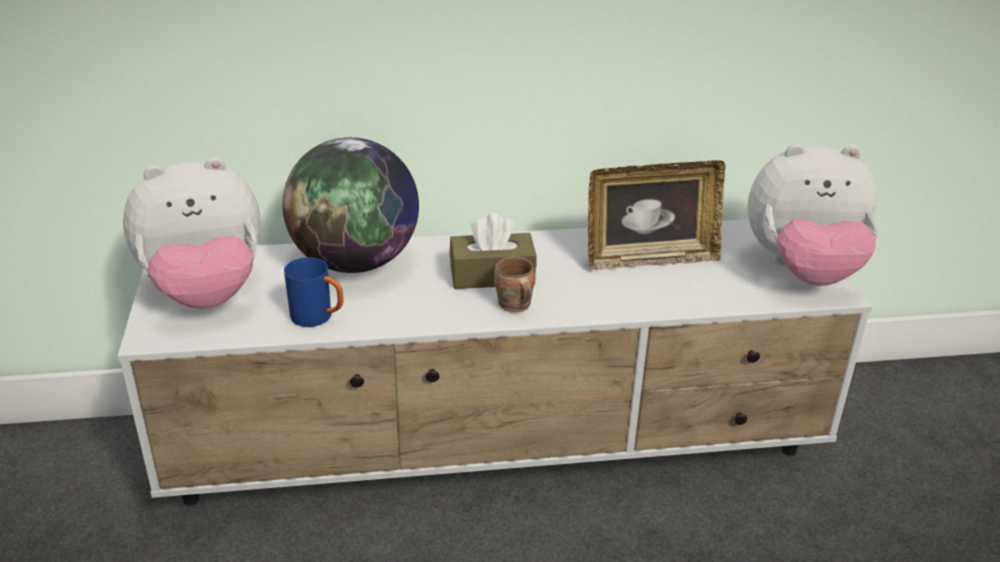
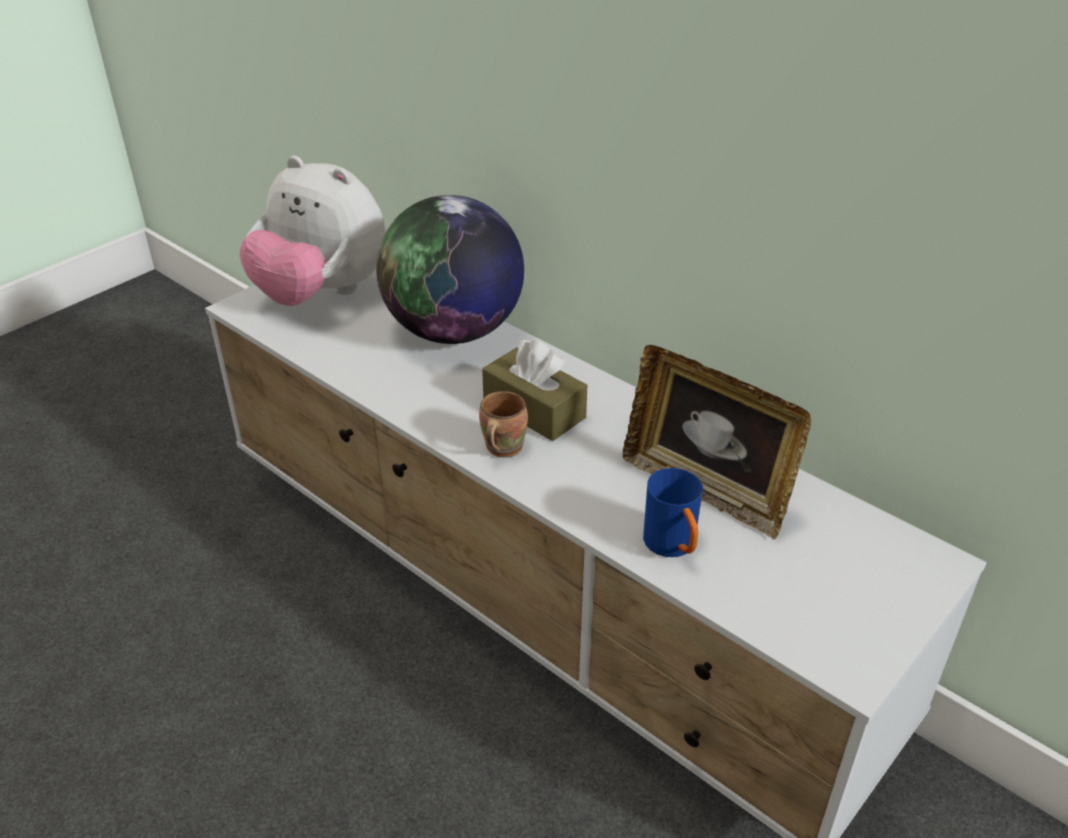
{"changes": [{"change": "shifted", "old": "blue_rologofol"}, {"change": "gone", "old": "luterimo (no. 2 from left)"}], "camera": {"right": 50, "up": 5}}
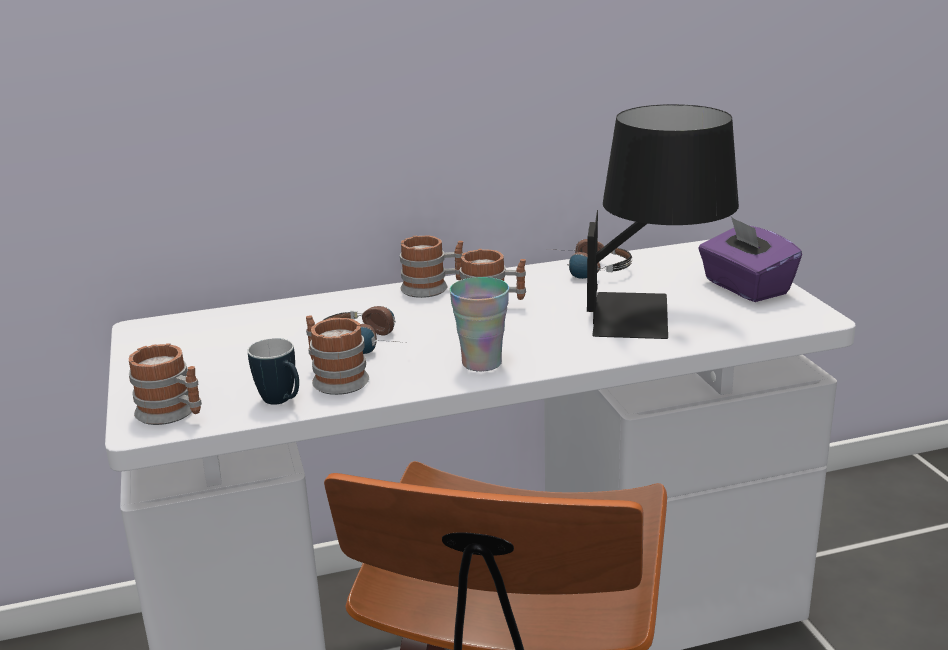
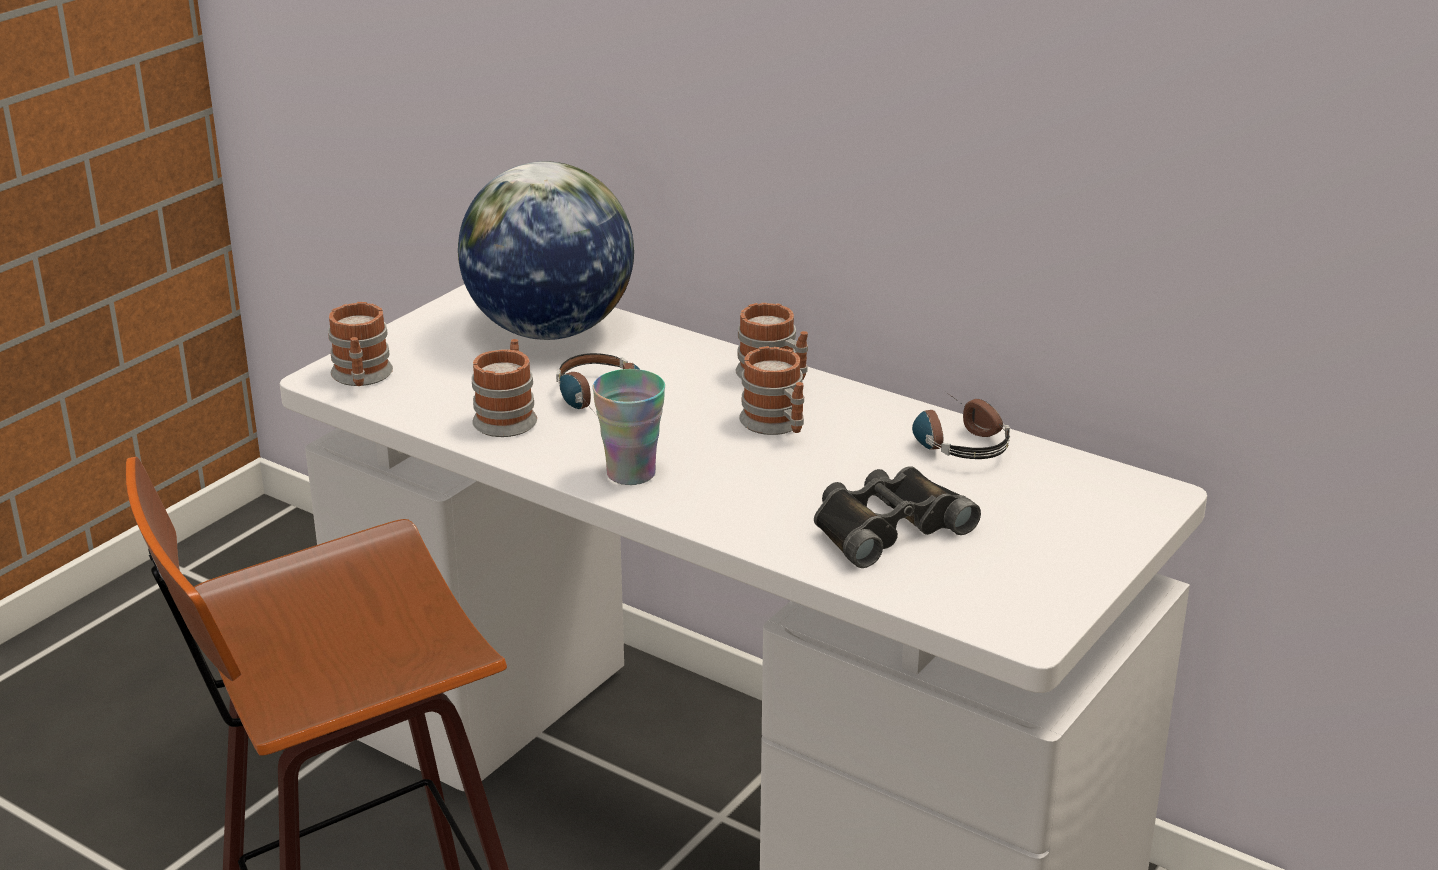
{"changes": [{"change": "new", "new": "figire"}, {"change": "swapped", "old": "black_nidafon", "new": "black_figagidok"}, {"change": "gone", "old": "rologofol (no. 2 from left)"}, {"change": "gone", "old": "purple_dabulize"}], "camera": {"right": 50, "up": 5}}
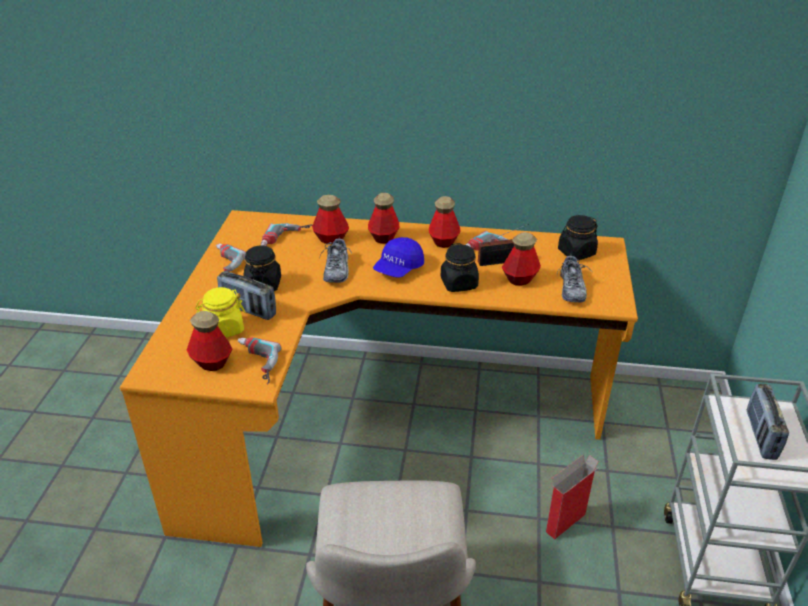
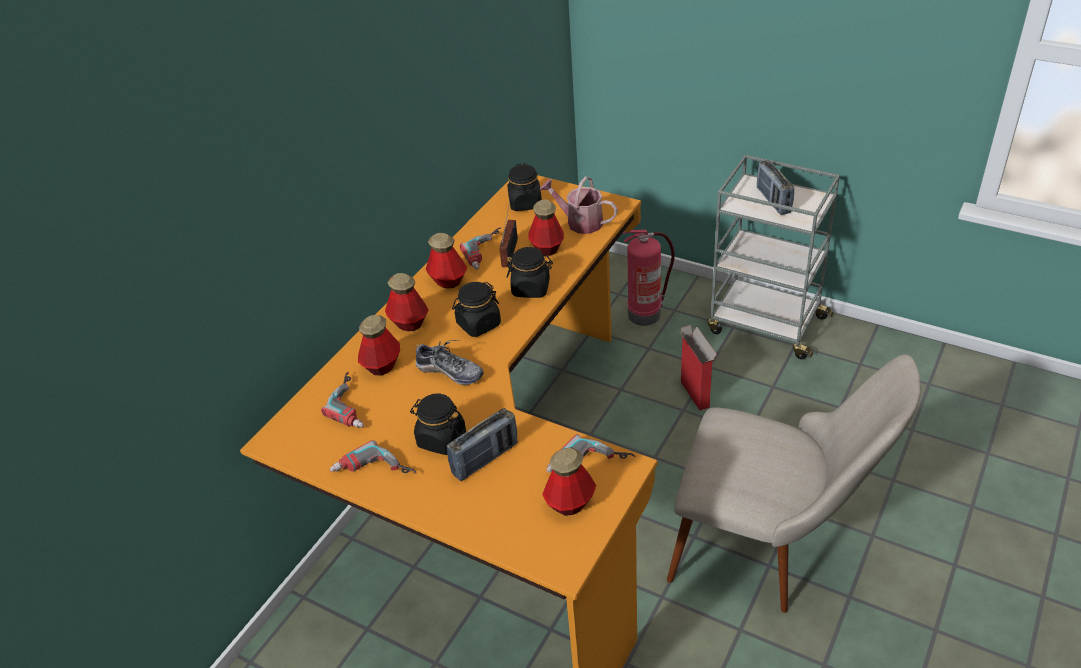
{"changes": [{"change": "swapped", "old": "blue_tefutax", "new": "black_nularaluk (no. 2 from left)"}, {"change": "swapped", "old": "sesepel (no. 2 from left)", "new": "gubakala"}, {"change": "new", "new": "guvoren"}, {"change": "rotated", "old": "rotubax (no. 3 from left)", "degrees": 45}, {"change": "gone", "old": "yellow_nularaluk"}], "camera": {"right": -65, "up": 5}}
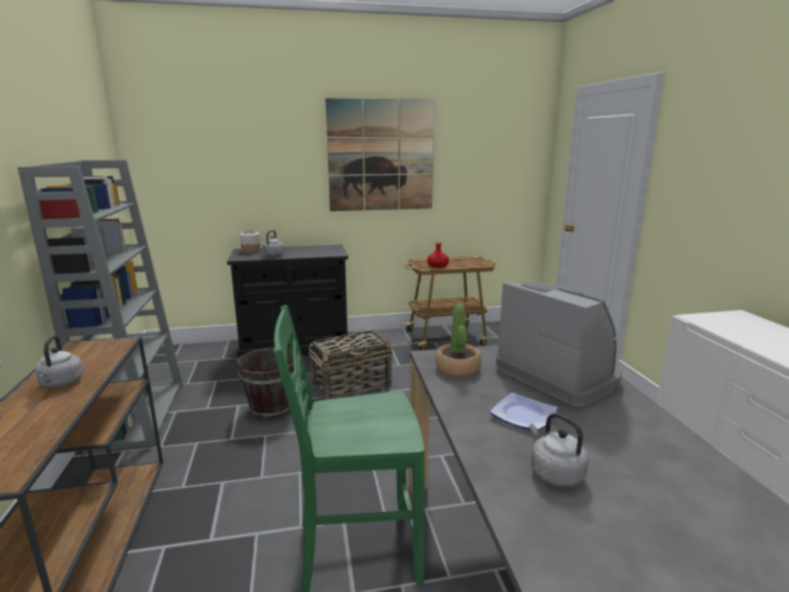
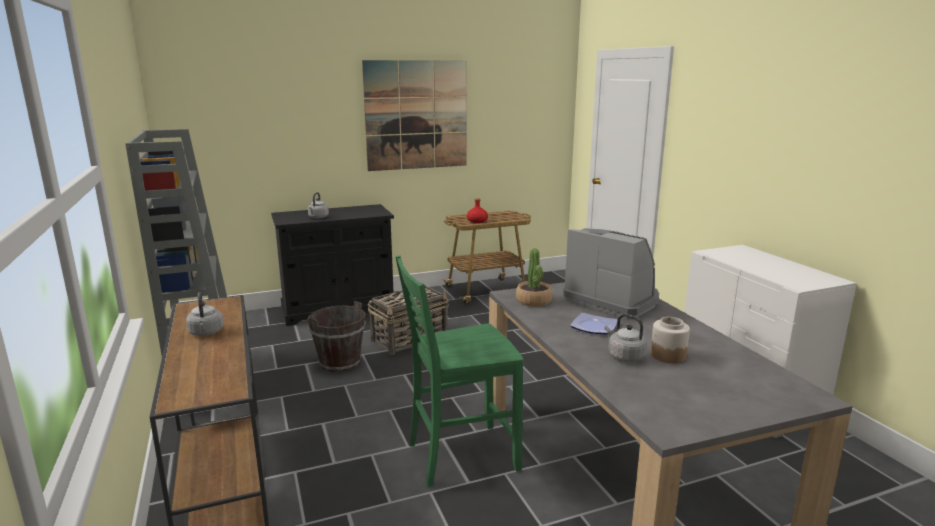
{"changes": [{"change": "shifted", "old": "nularaluk"}], "camera": {"right": -10, "up": 0}}
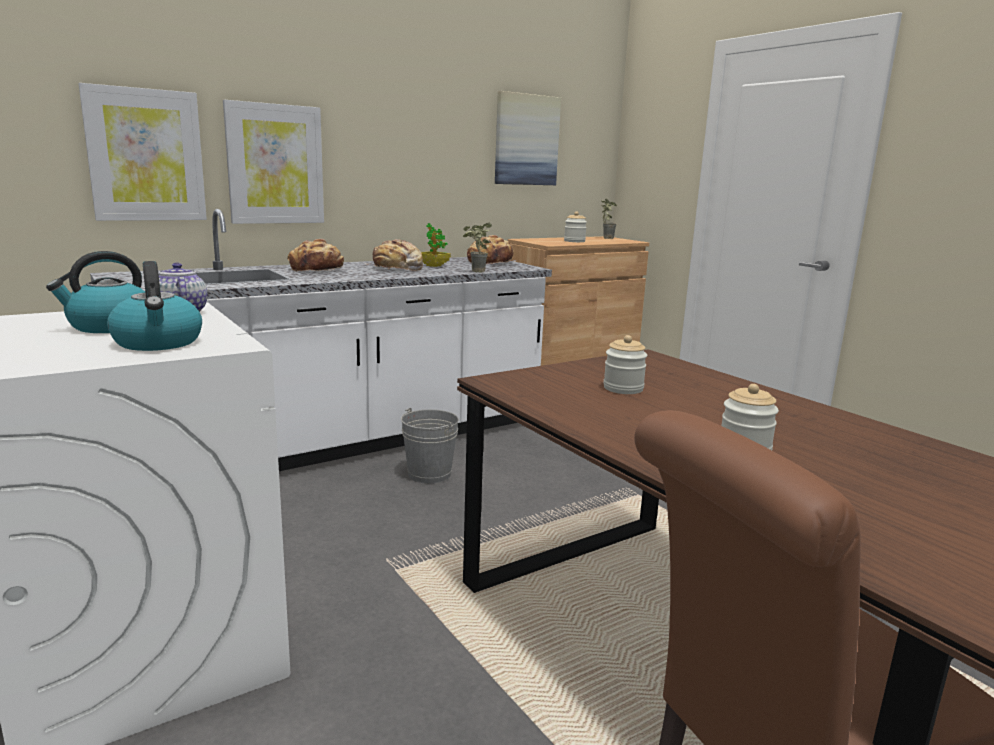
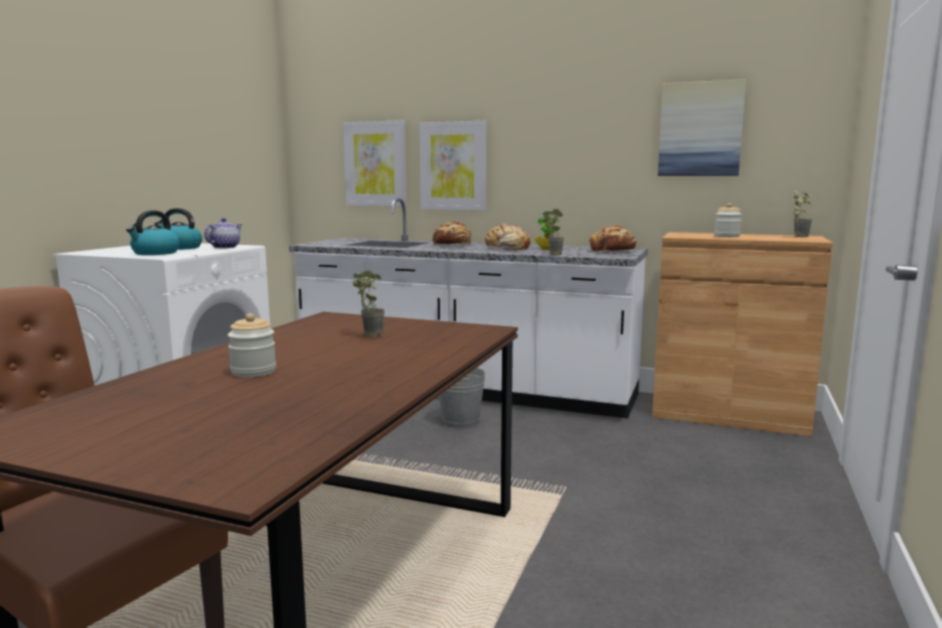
{"changes": [{"change": "swapped", "old": "nularaluk (no. 2 from left)", "new": "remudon (no. 1 from left)"}], "camera": {"right": 55, "up": -5}}
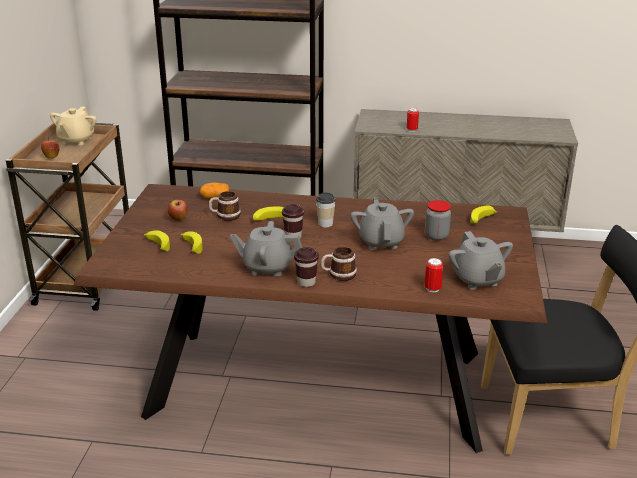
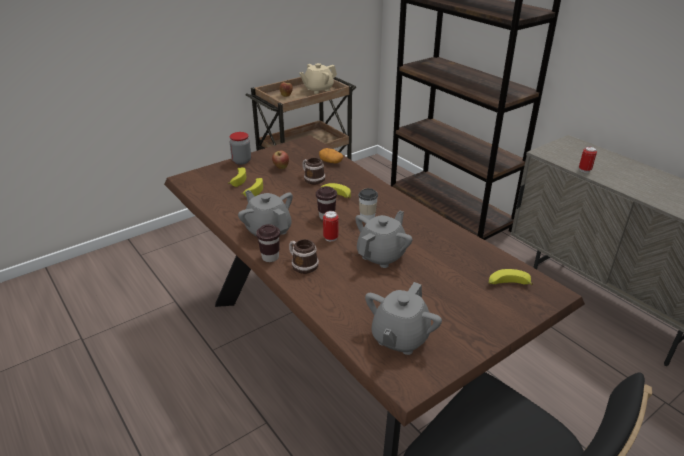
{"changes": [{"change": "shifted", "old": "nularaluk"}, {"change": "shifted", "old": "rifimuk (no. 2 from left in the first image)", "new": "rifimuk (no. 1 from left)"}], "camera": {"right": 45, "up": 5}}
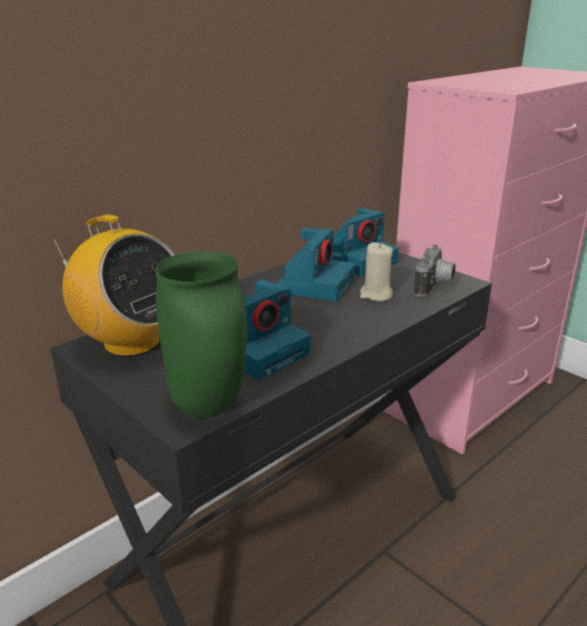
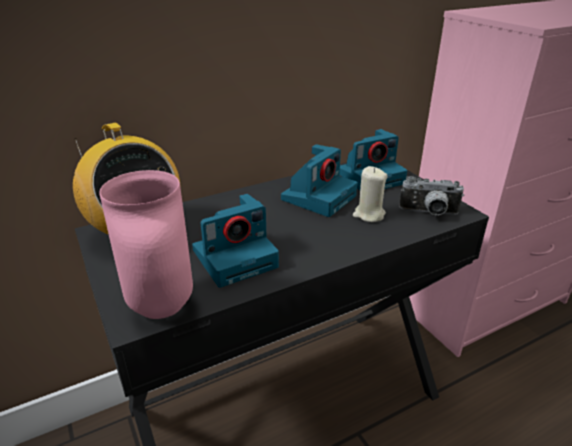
{"changes": [{"change": "repainted", "old": "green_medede", "new": "pink_medede"}, {"change": "rotated", "old": "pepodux (no. 4 from left)", "degrees": 60}], "camera": {"right": 15, "up": 5}}
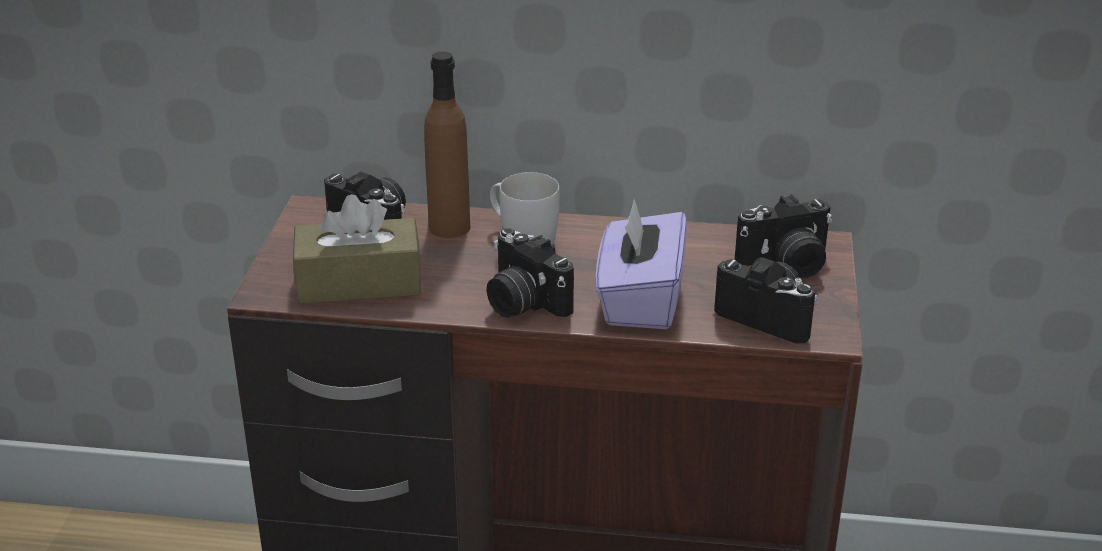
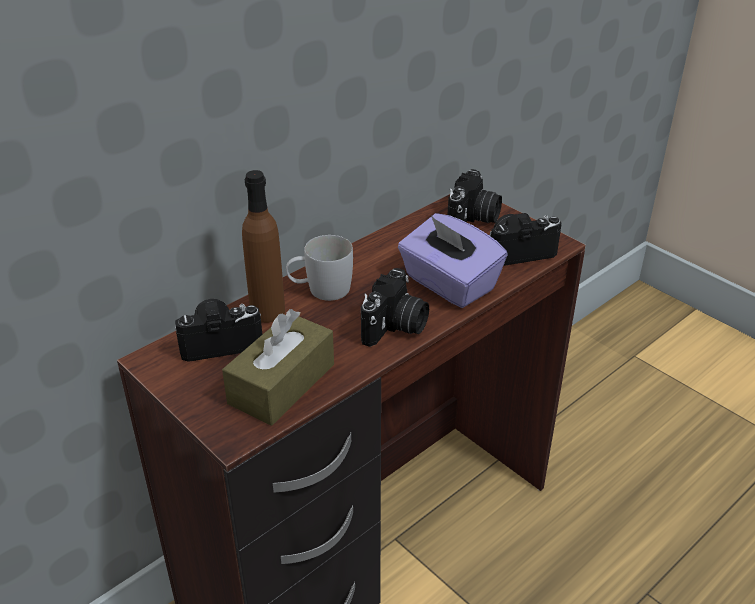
{"changes": [{"change": "rotated", "old": "pepodux (no. 2 from left)", "degrees": -60}], "camera": {"right": -50, "up": 5}}
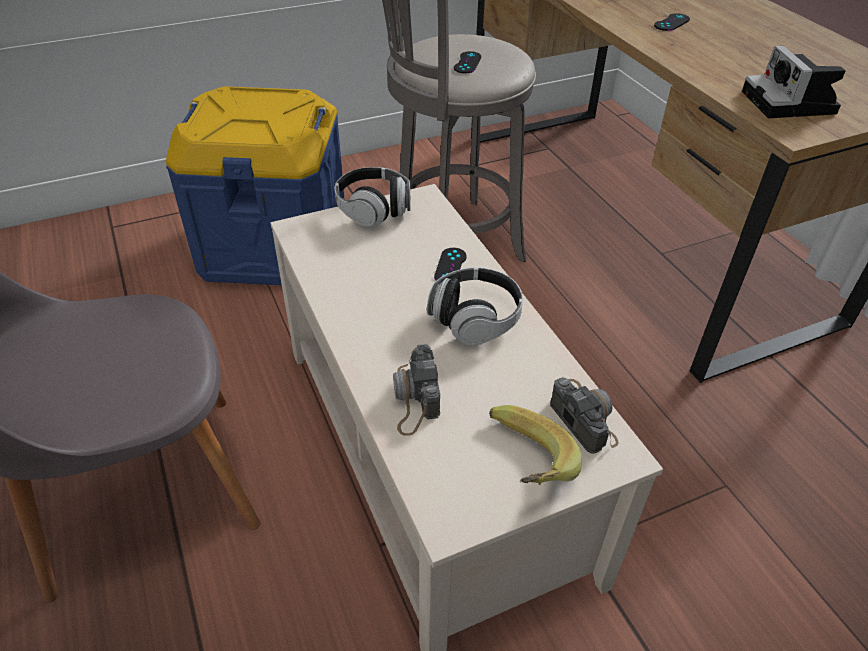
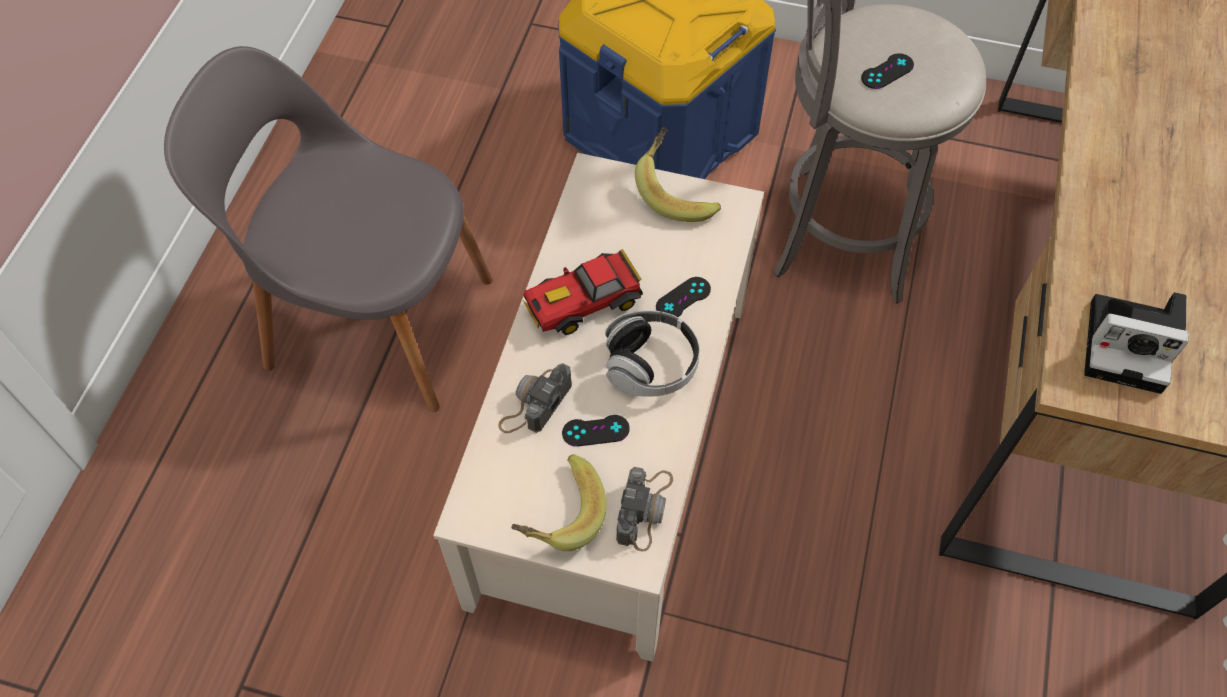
{"changes": [{"change": "new", "new": "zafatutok"}, {"change": "shifted", "old": "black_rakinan (no. 3 from left in the first image)", "new": "black_rakinan (no. 1 from left)"}, {"change": "swapped", "old": "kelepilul (no. 1 from left)", "new": "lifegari (no. 2 from left)"}, {"change": "rotated", "old": "pepodux (no. 3 from left)", "degrees": -105}], "camera": {"right": 40, "up": 15}}
